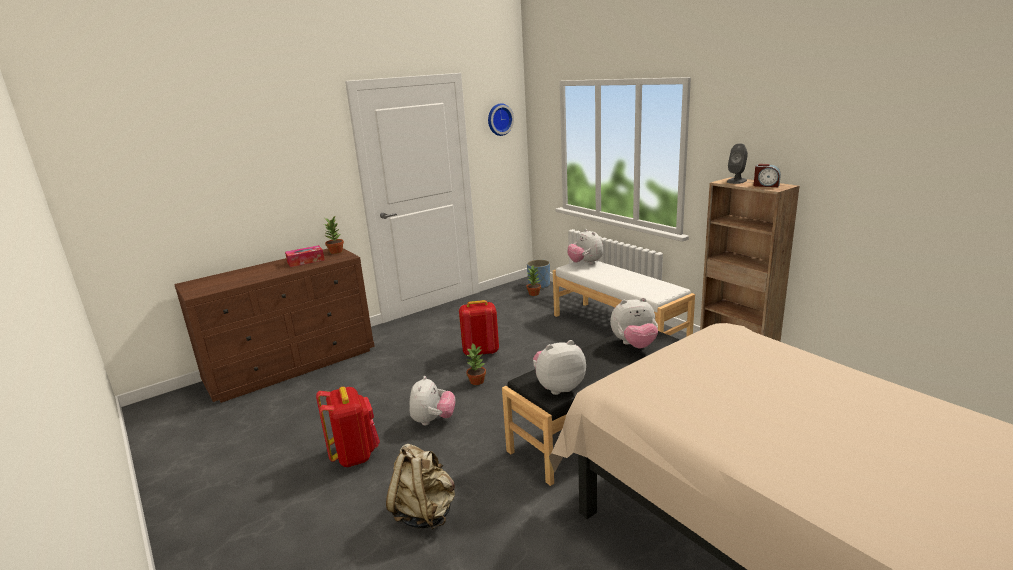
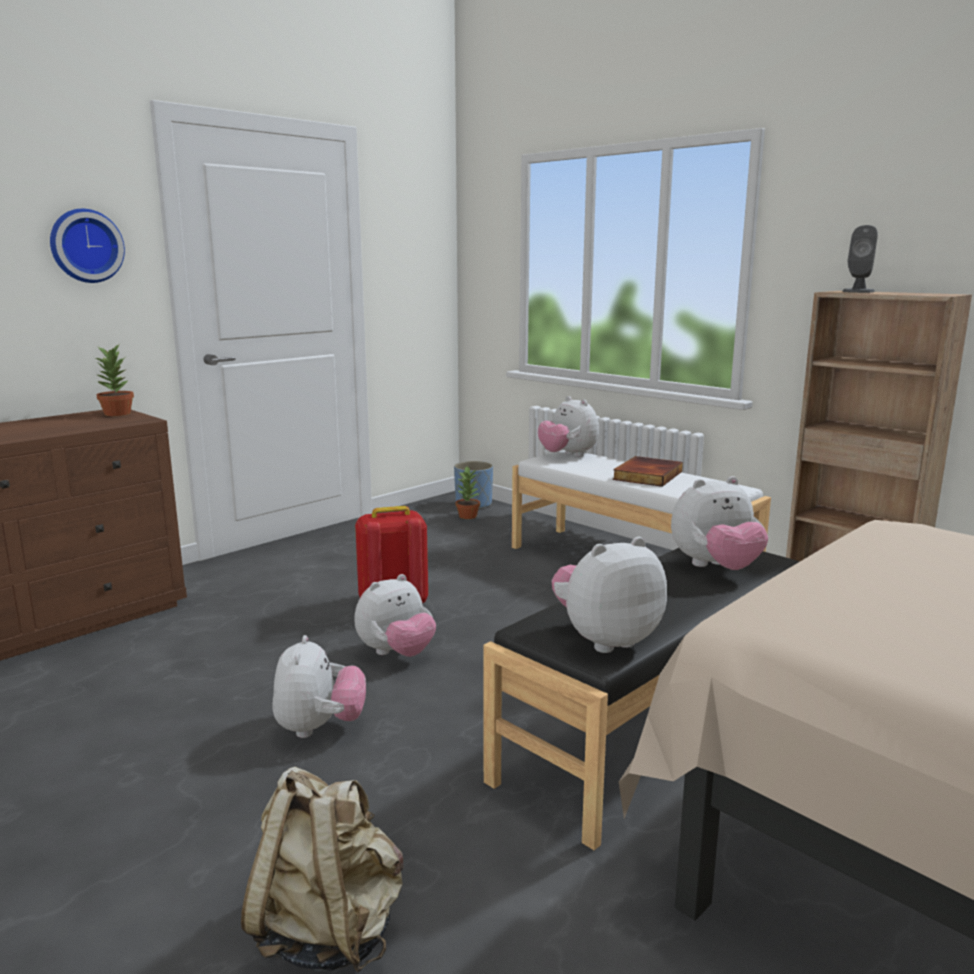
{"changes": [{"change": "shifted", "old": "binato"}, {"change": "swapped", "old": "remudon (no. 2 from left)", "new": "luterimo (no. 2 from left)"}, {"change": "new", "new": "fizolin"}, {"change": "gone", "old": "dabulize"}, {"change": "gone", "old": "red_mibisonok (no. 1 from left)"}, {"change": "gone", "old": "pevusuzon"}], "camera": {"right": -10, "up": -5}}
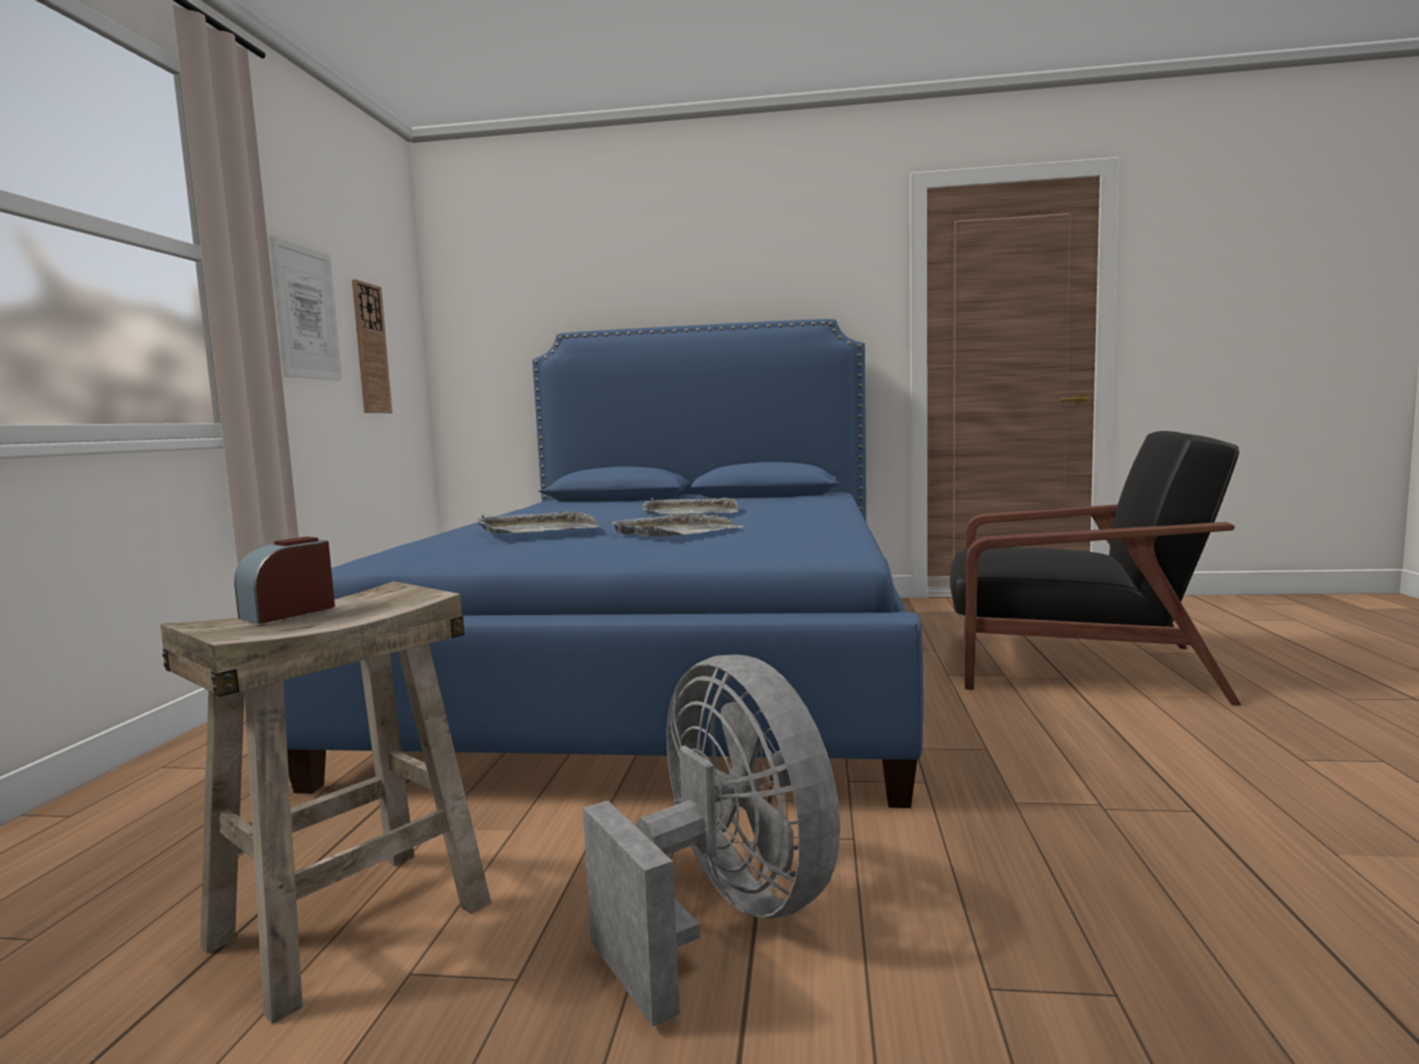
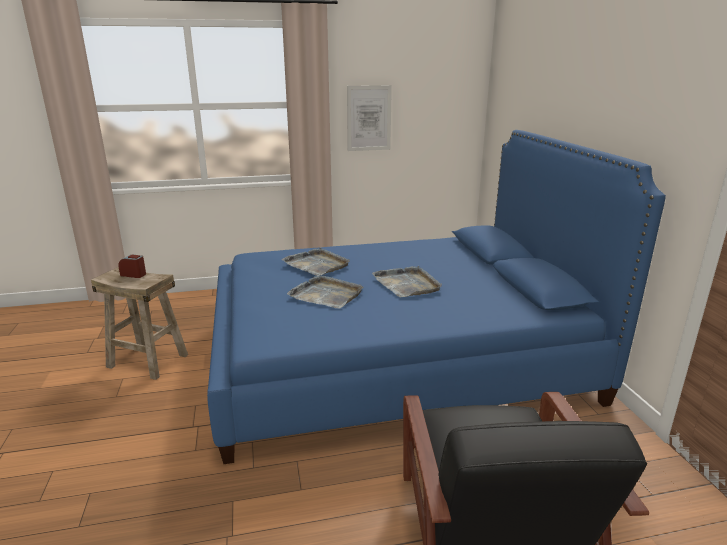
{"changes": [{"change": "gone", "old": "binato"}, {"change": "gone", "old": "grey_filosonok"}], "camera": {"right": 70, "up": 15}}
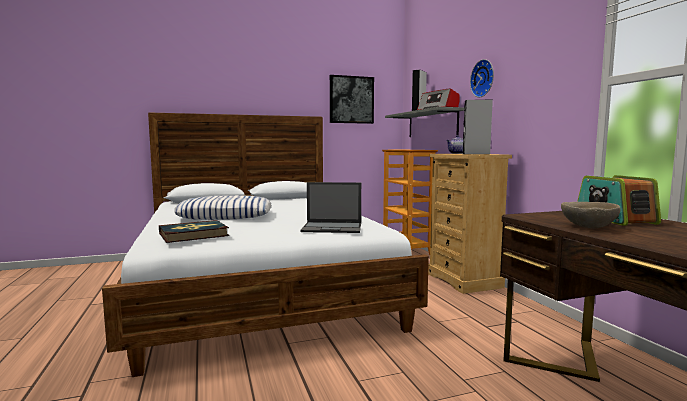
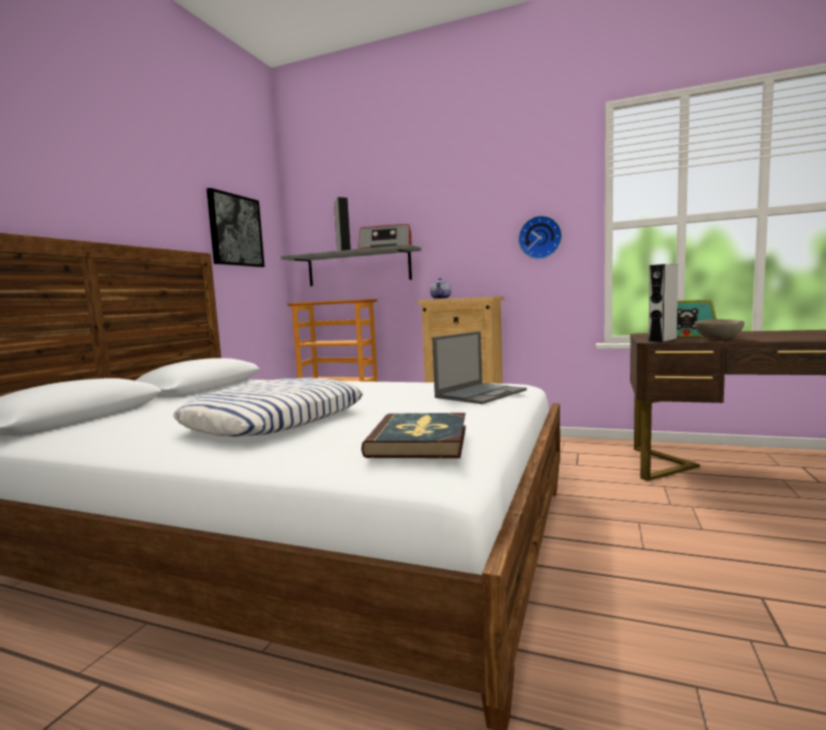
{"changes": [{"change": "shifted", "old": "binato"}, {"change": "shifted", "old": "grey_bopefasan (no. 2 from left)"}], "camera": {"right": -50, "up": 0}}
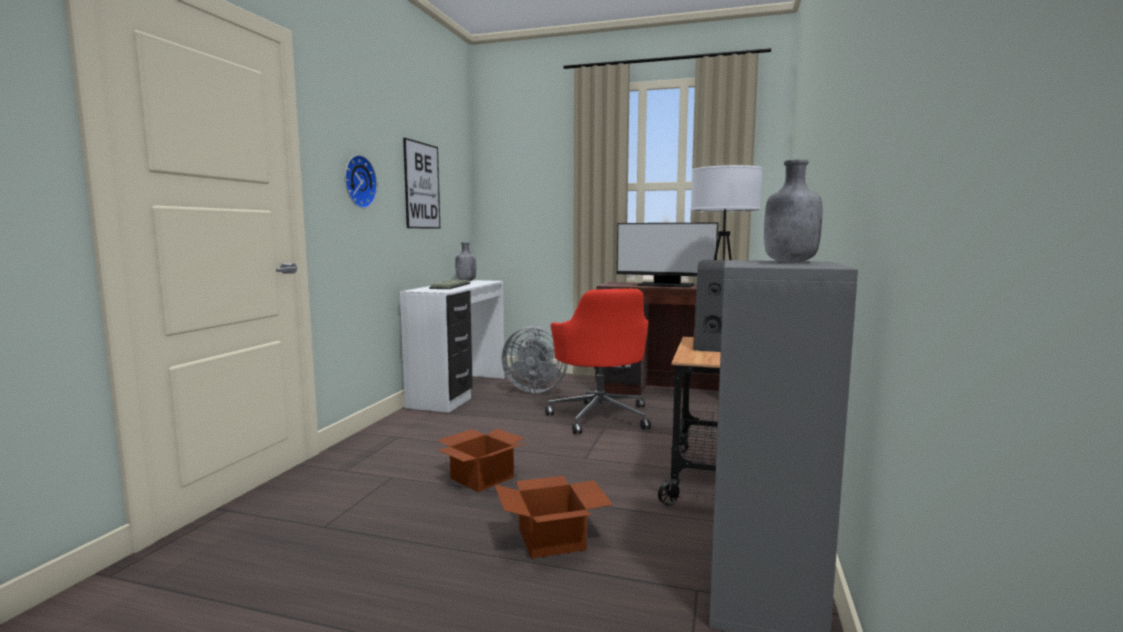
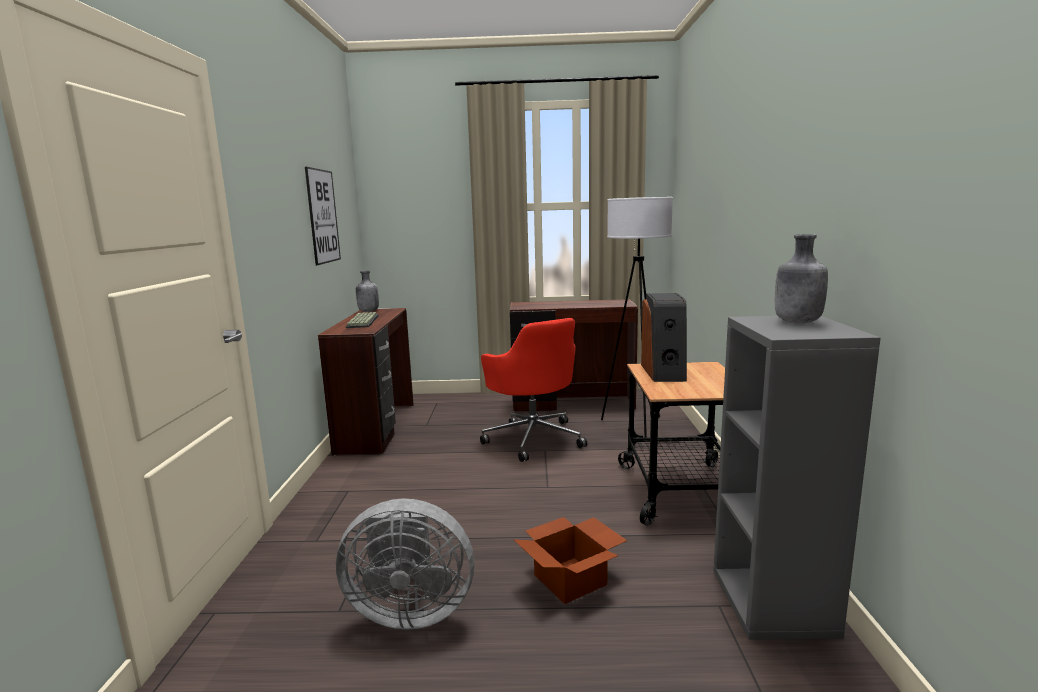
{"changes": [{"change": "repainted", "old": "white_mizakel", "new": "brown_mizakel (no. 1 from left)"}, {"change": "shifted", "old": "grey_filosonok"}, {"change": "gone", "old": "binato"}, {"change": "gone", "old": "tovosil (no. 1 from left)"}, {"change": "gone", "old": "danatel"}], "camera": {"right": -15, "up": 5}}
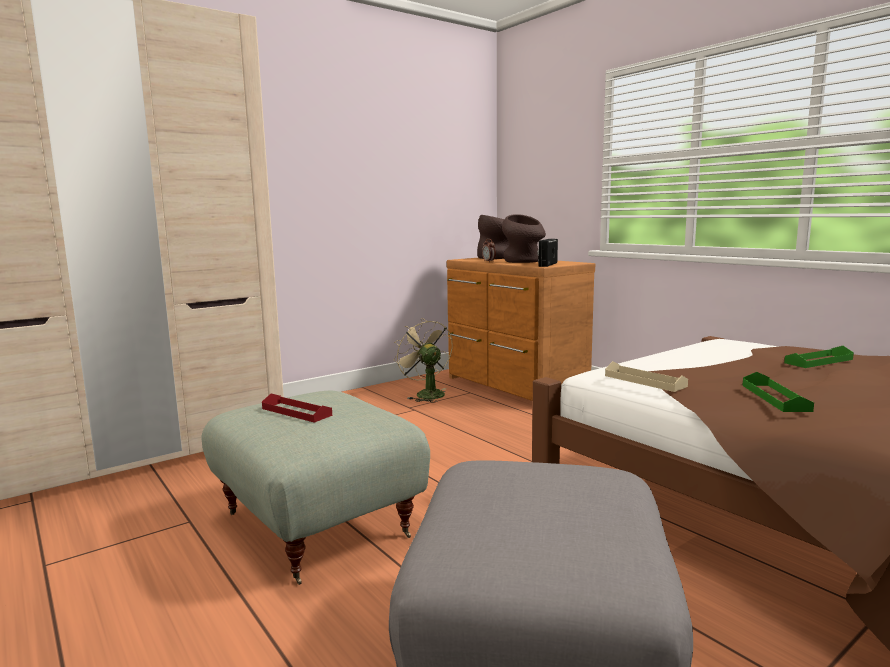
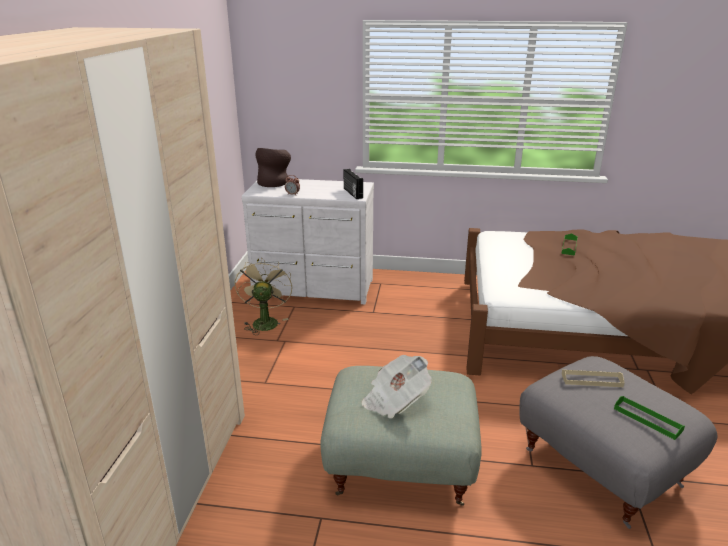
{"changes": [{"change": "rotated", "old": "beige_filosonok", "degrees": 75}, {"change": "repainted", "old": "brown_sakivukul", "new": "white_sakivukul"}, {"change": "swapped", "old": "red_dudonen", "new": "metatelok"}, {"change": "shifted", "old": "beige_dudonen"}, {"change": "shifted", "old": "green_dudonen (no. 1 from left in the first image)", "new": "green_dudonen (no. 2 from left)"}, {"change": "gone", "old": "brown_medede (no. 2 from left)"}], "camera": {"right": -45, "up": 15}}
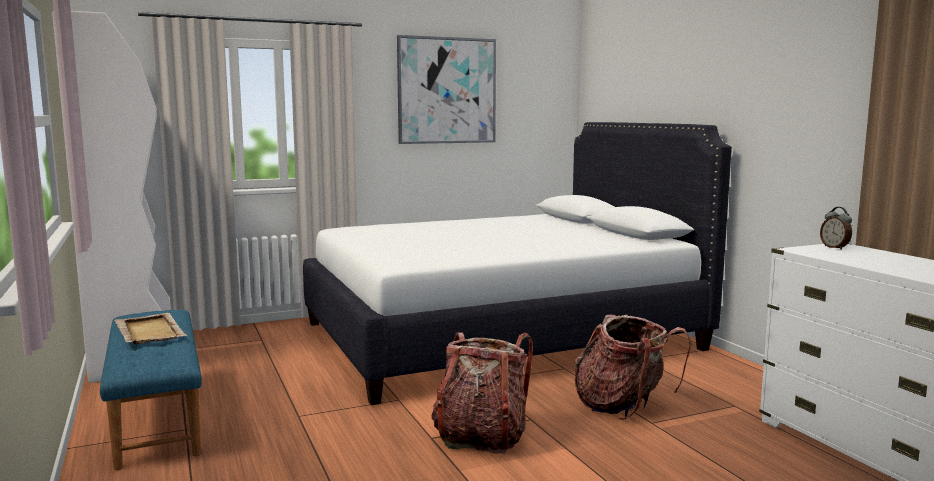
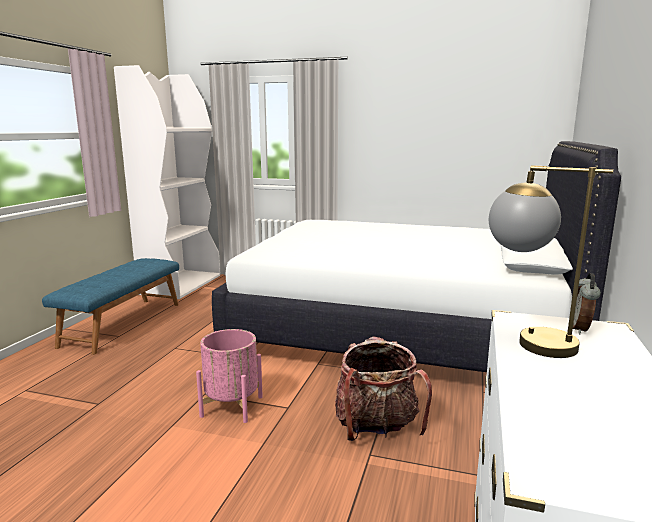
{"changes": [{"change": "swapped", "old": "mibisonok (no. 1 from left)", "new": "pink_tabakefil"}, {"change": "new", "new": "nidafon"}, {"change": "gone", "old": "beige_dudonen"}, {"change": "gone", "old": "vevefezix"}], "camera": {"right": 40, "up": 5}}
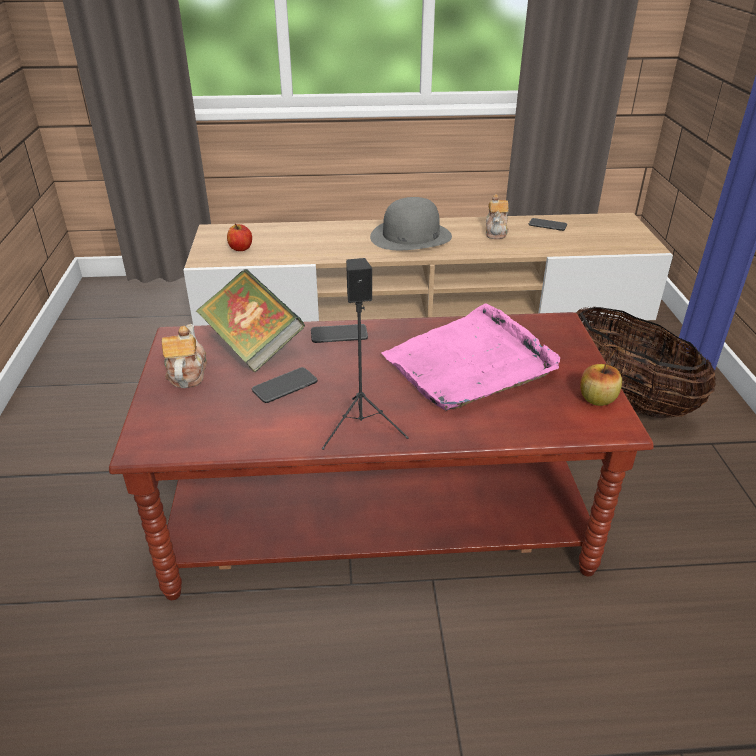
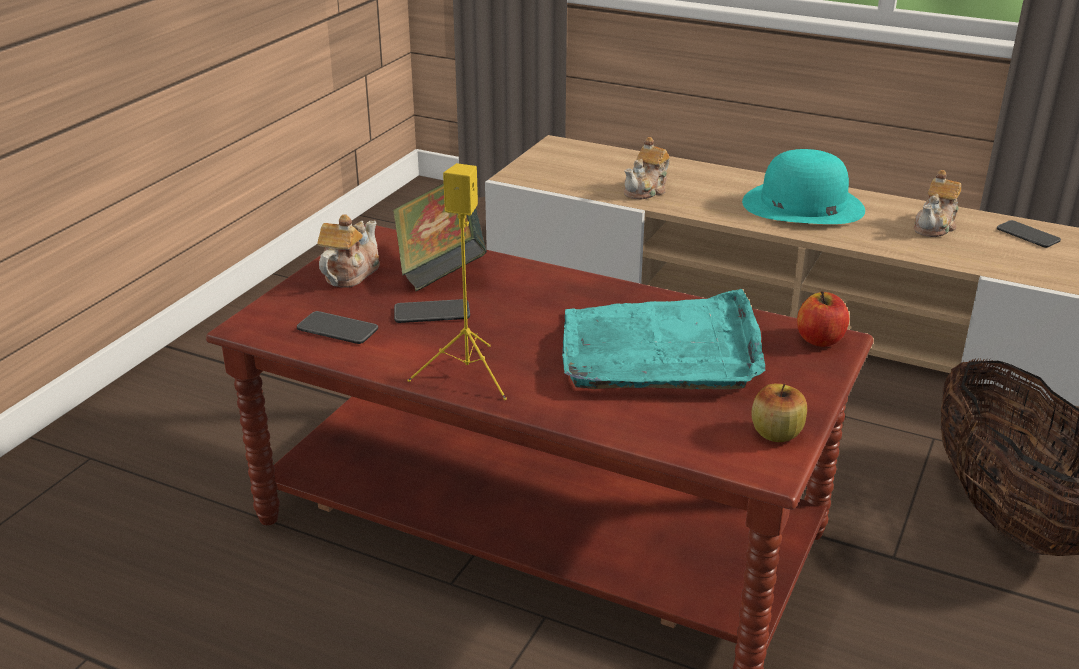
{"changes": [{"change": "shifted", "old": "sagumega (no. 2 from left in the first image)", "new": "sagumega (no. 1 from left)"}, {"change": "repainted", "old": "black_bopefasan", "new": "yellow_bopefasan"}, {"change": "repainted", "old": "pink_dudonen", "new": "turquoise_dudonen"}, {"change": "new", "new": "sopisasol (no. 2 from left)"}, {"change": "repainted", "old": "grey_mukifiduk", "new": "turquoise_mukifiduk"}, {"change": "shifted", "old": "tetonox (no. 1 from left in the first image)", "new": "tetonox (no. 2 from left)"}], "camera": {"right": 30, "up": -5}}
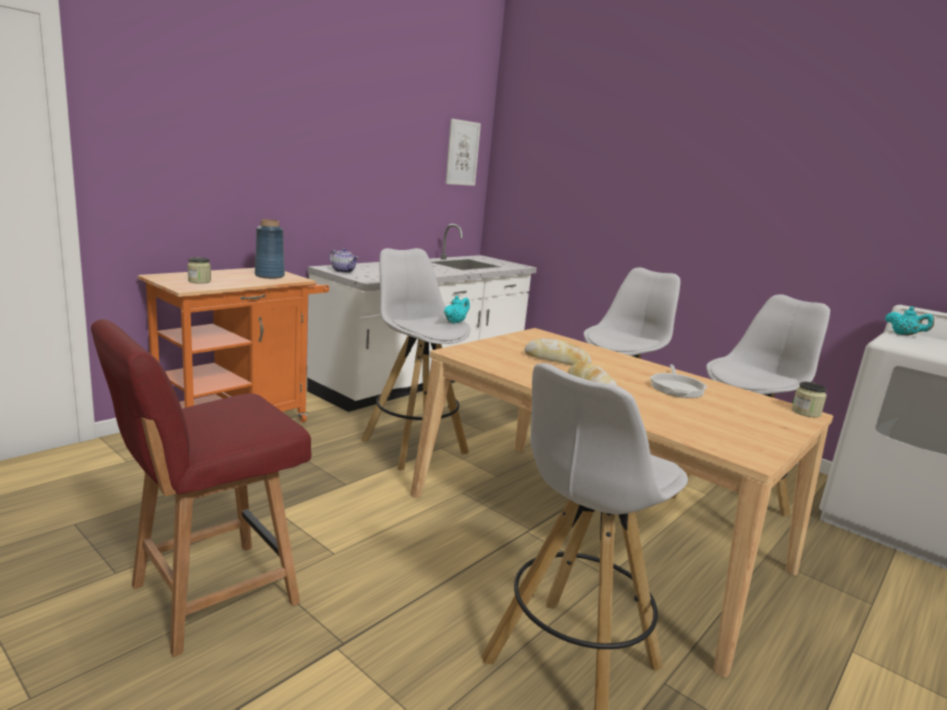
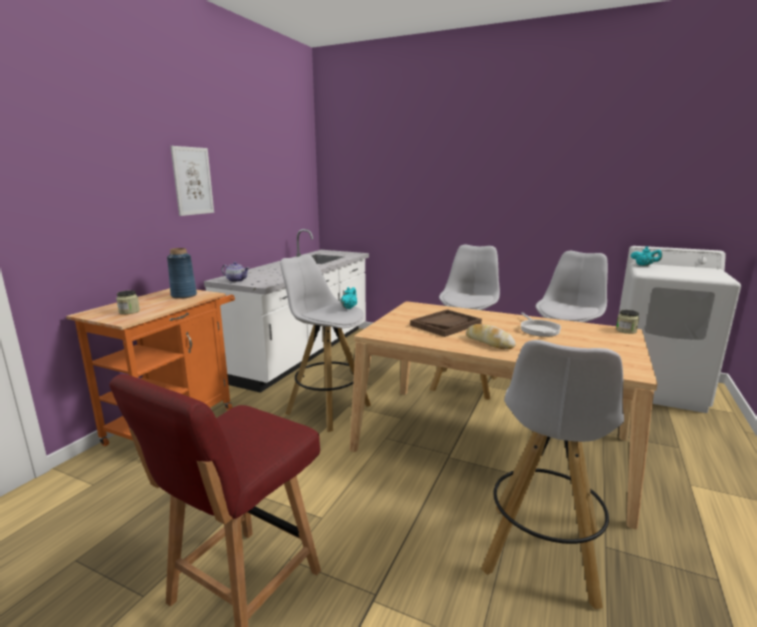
{"changes": [{"change": "shifted", "old": "vevefezix"}, {"change": "swapped", "old": "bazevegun (no. 1 from left)", "new": "brown_dudonen"}], "camera": {"right": -15, "up": 0}}
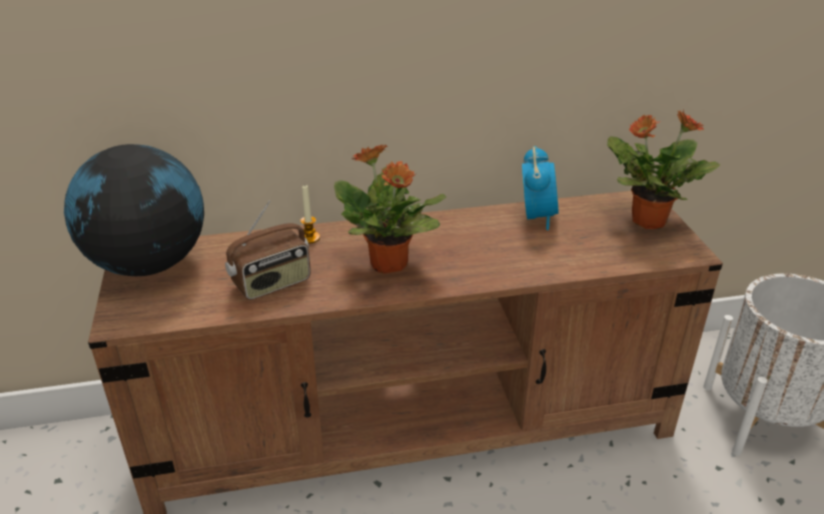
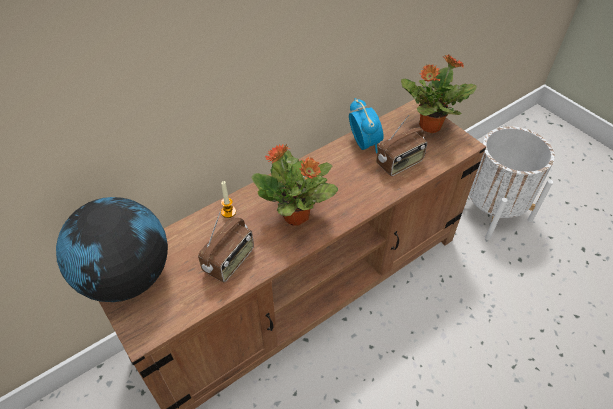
{"changes": [{"change": "new", "new": "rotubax (no. 2 from left)"}], "camera": {"right": -25, "up": 15}}
